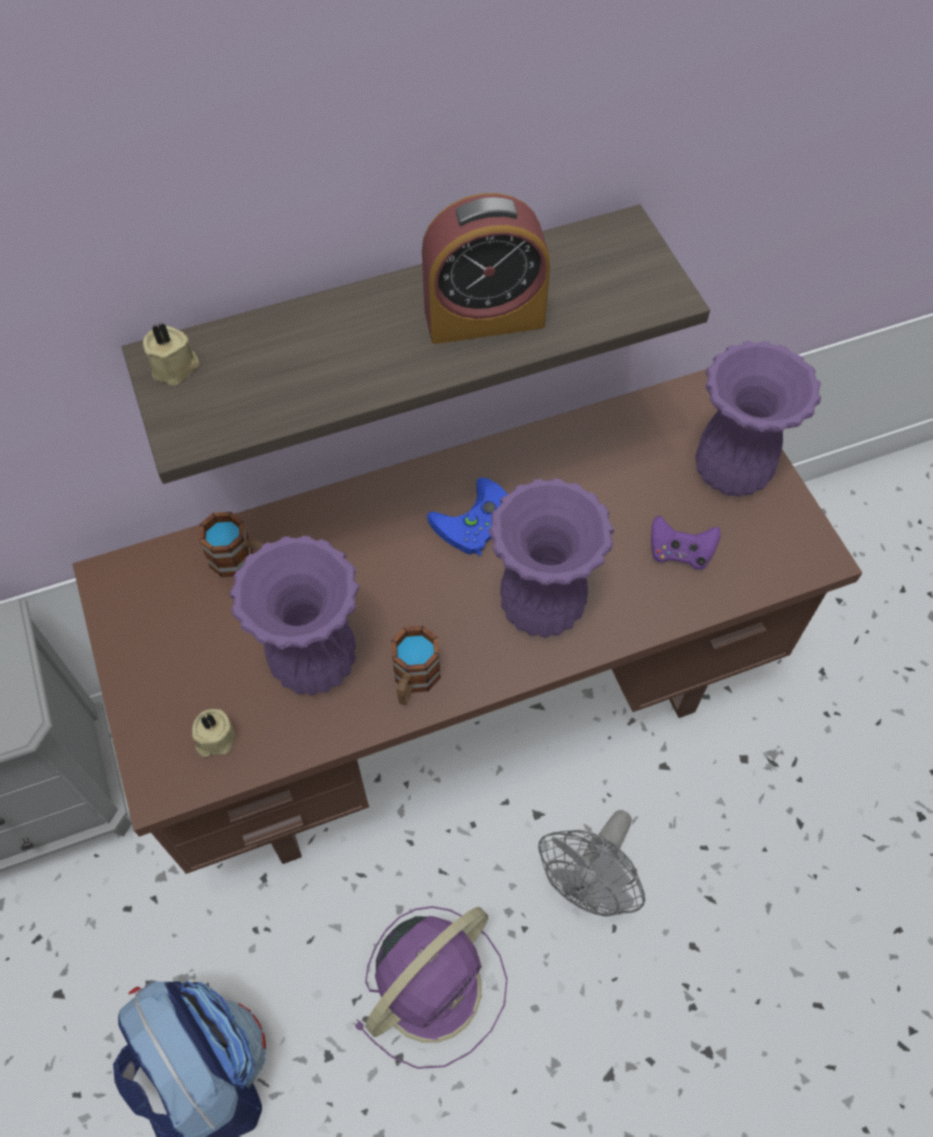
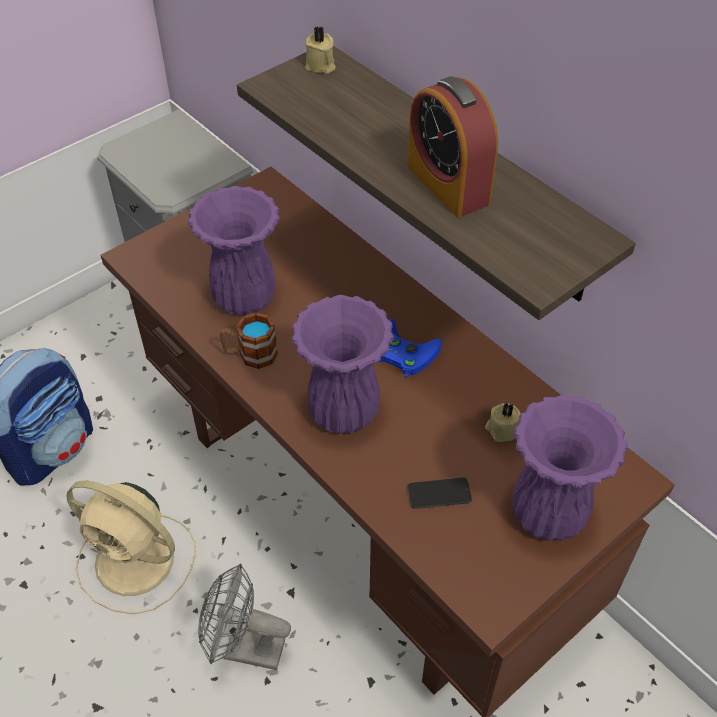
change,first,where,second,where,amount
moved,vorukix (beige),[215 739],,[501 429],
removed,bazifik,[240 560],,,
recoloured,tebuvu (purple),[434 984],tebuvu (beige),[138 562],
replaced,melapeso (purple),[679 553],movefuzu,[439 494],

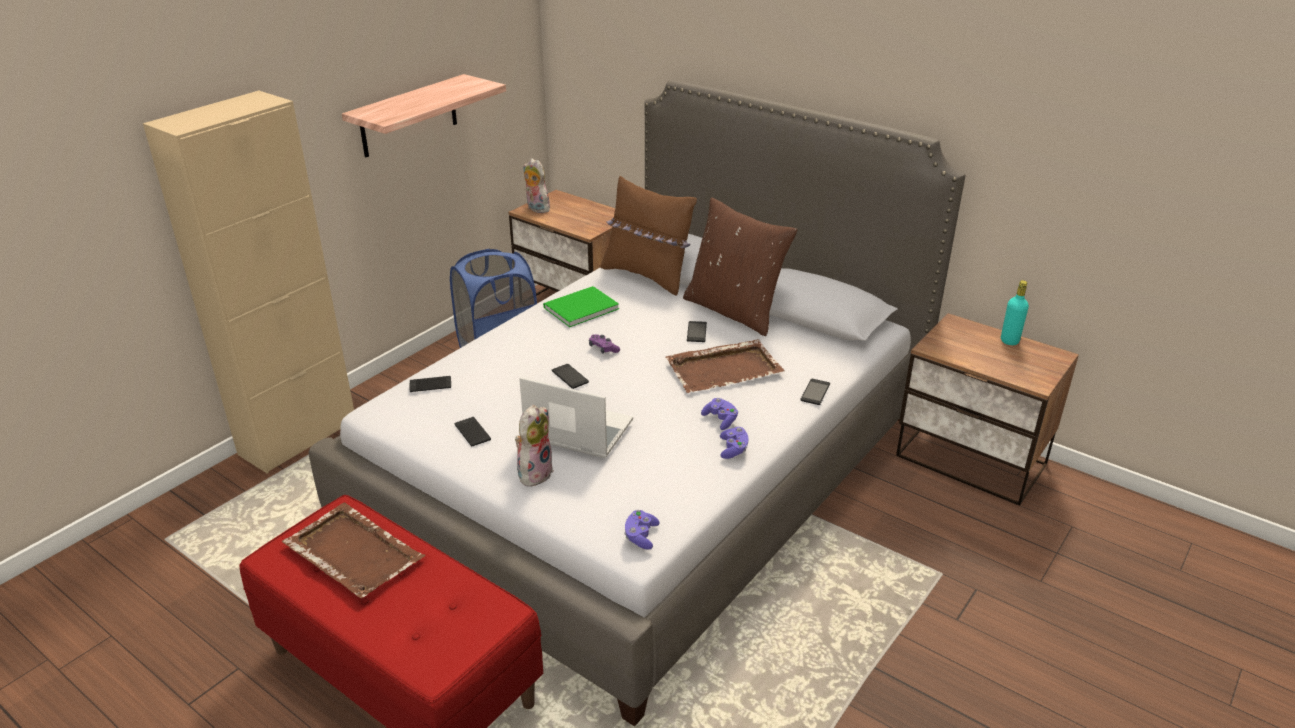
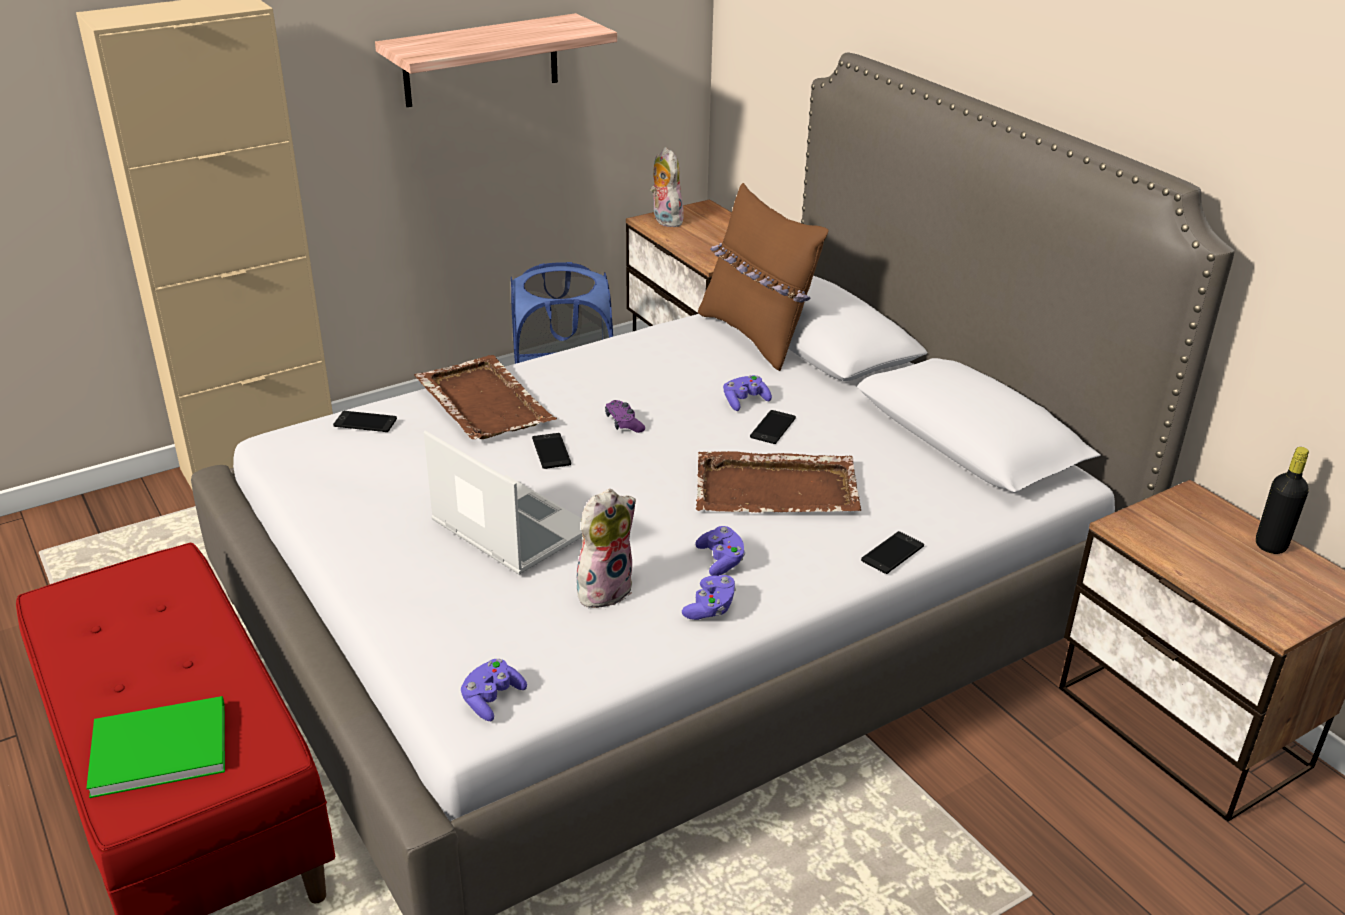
change,first,where,second,where,amount
moved,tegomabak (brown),[353 552],,[483 401],
removed,movefuzu,[472 432],,,
moved,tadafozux,[534 472],,[604 589],
moved,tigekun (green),[578 308],,[155 747],
removed,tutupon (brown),[734 310],,,
recoloured,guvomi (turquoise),[1009 341],guvomi (black),[1271 545],
added,,,melapeso (purple),[745 401],

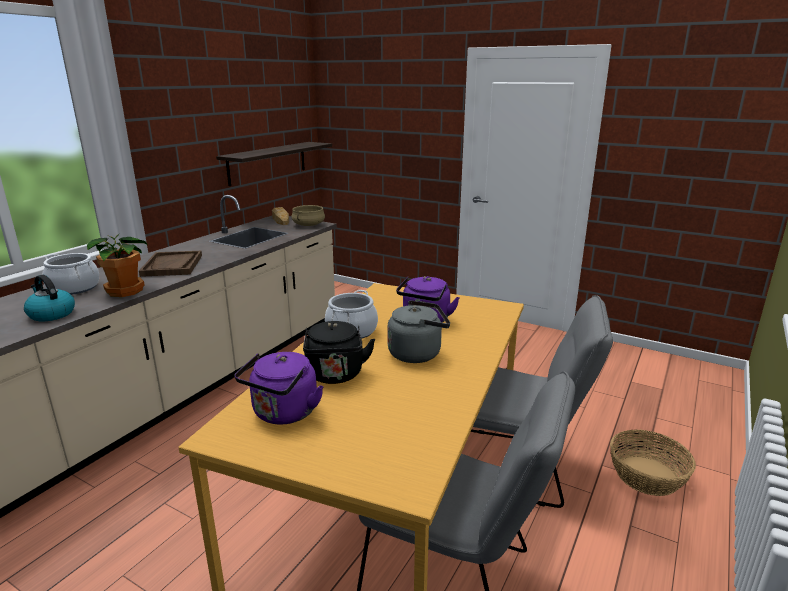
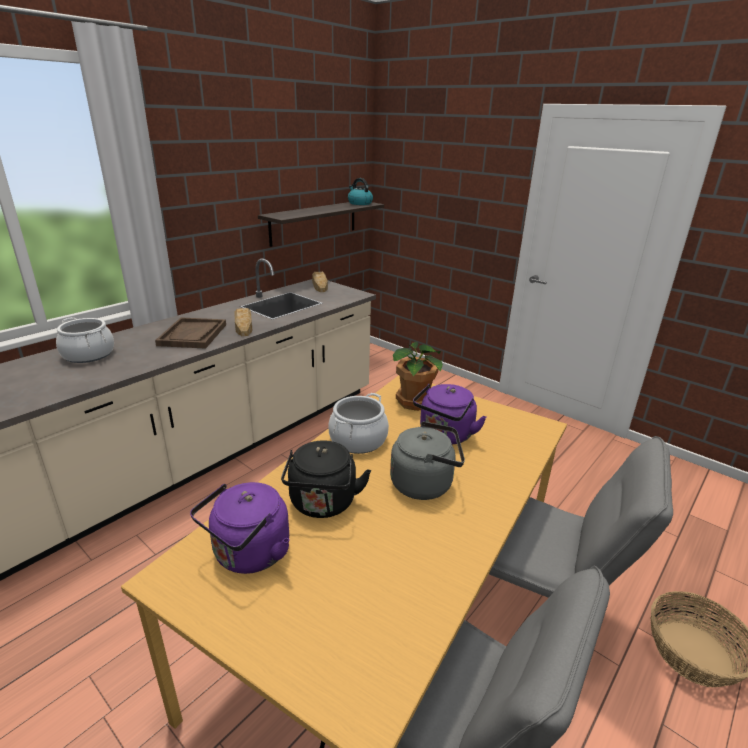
change,first,where,second,where,amount
moved,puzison,[51 314],,[359 203],
moved,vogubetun,[127 291],,[416 401],
removed,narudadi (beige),[309 225],,,
added,,,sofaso,[243 326],

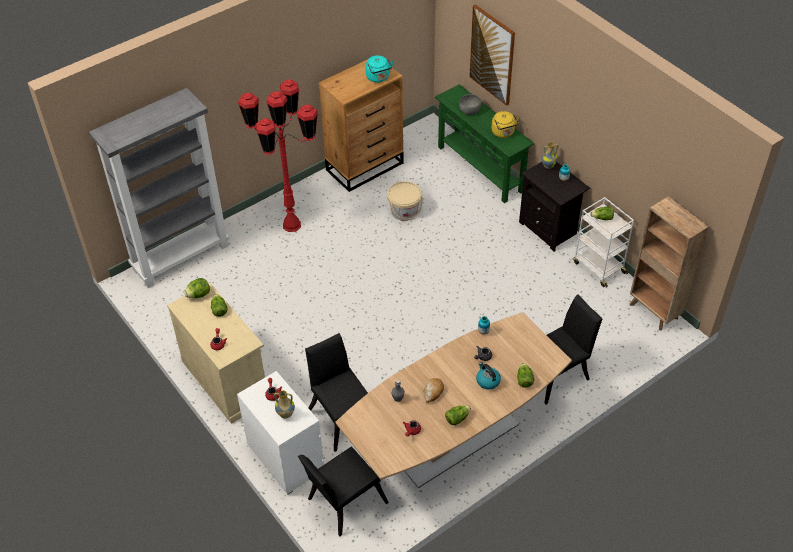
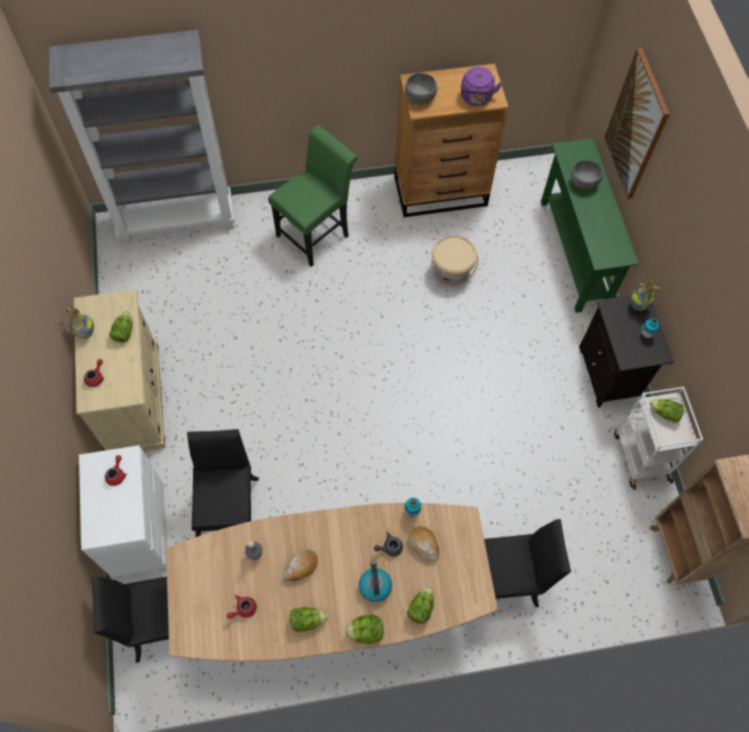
change,first,where,second,where,amount
moved,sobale,[199 295],,[365 631],
replaced,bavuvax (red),[292 225],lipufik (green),[316 233],
moved,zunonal,[285 414],,[85 333],
recoloured,puzison (turquoise),[378 78],puzison (purple),[476 98],
removed,puzison (yellow),[503 133],,,
added,,,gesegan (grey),[420 97],
added,,,sofaso,[423 545],

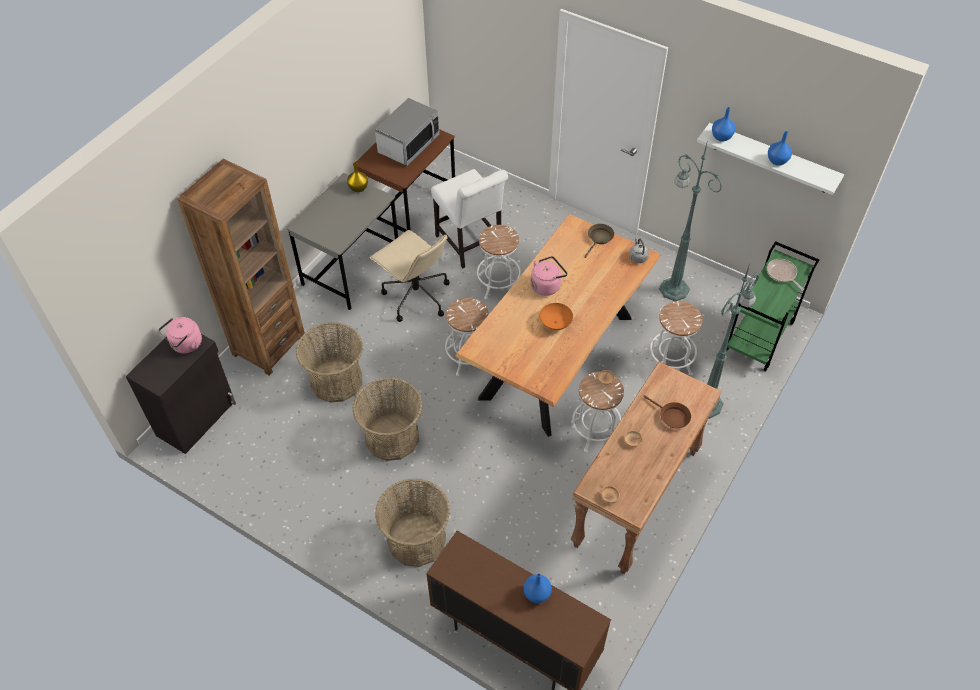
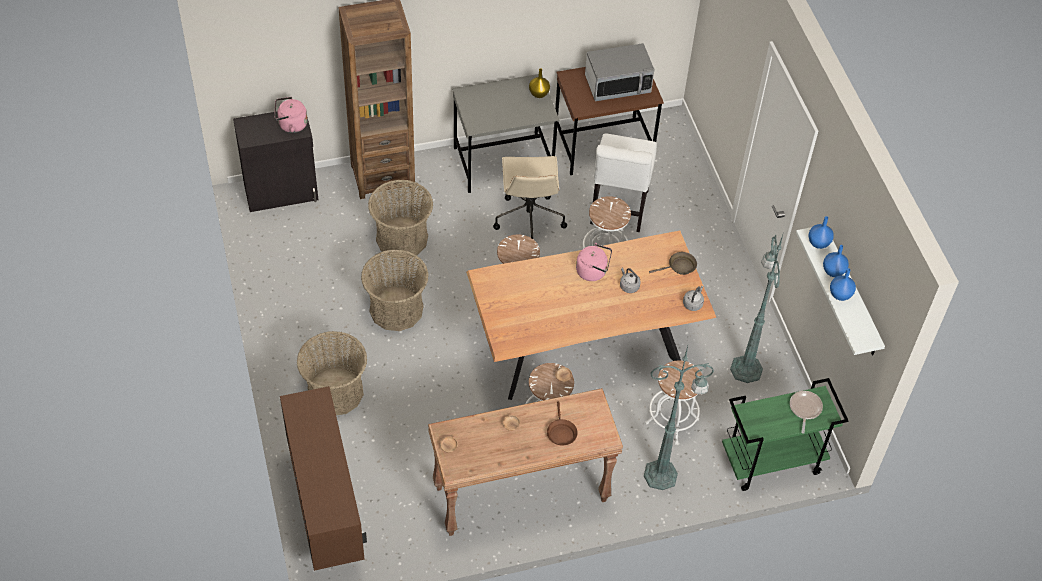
change,first,where,second,where,amount
moved,zunonal (blue),[537 594],,[833 272],
removed,gesegan (orange),[556 323],,,
added,,,puzison (grey),[628 286],

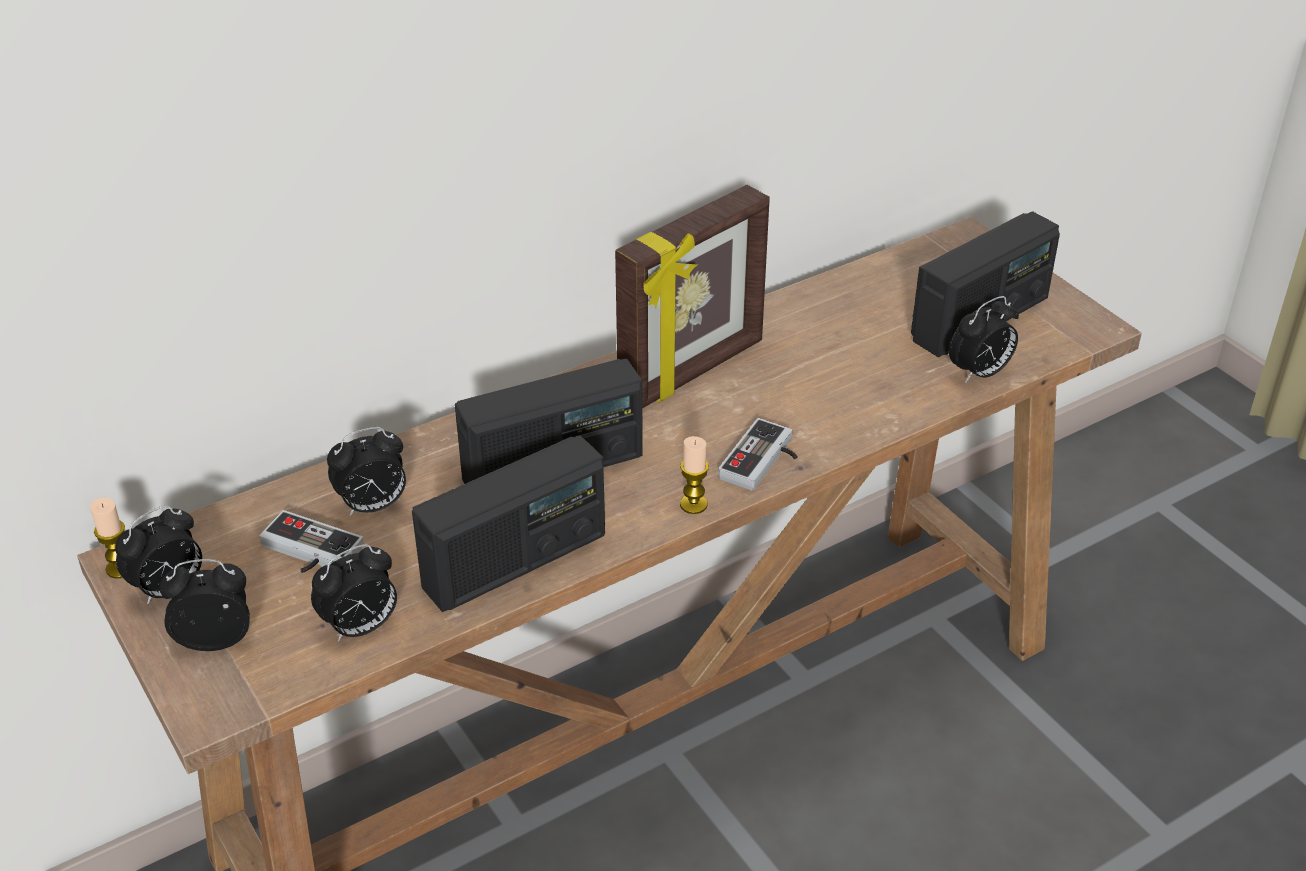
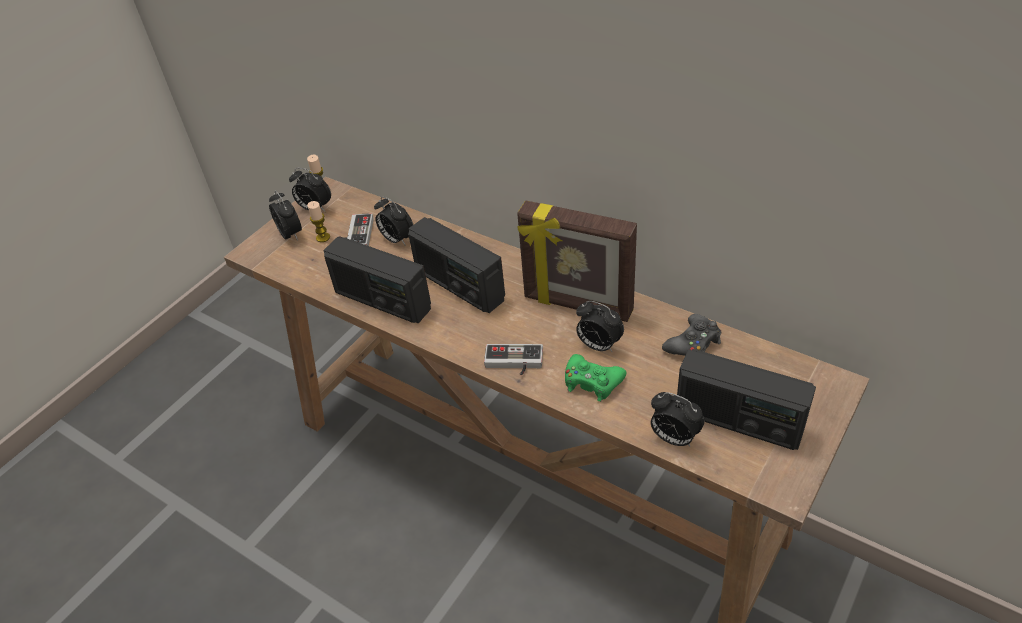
change,first,where,second,where,amount
moved,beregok,[360 628],,[598 345],
moved,vorukix,[693 504],,[323 237],
added,,,melapeso (green),[592 382],
added,,,melapeso (black),[693 344],

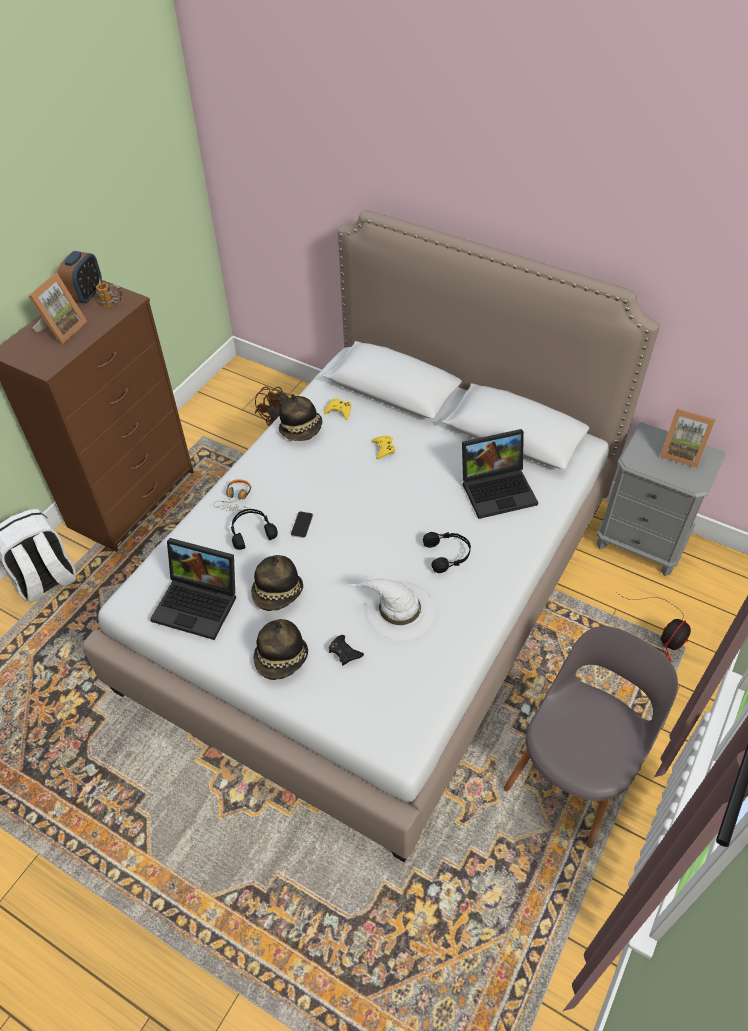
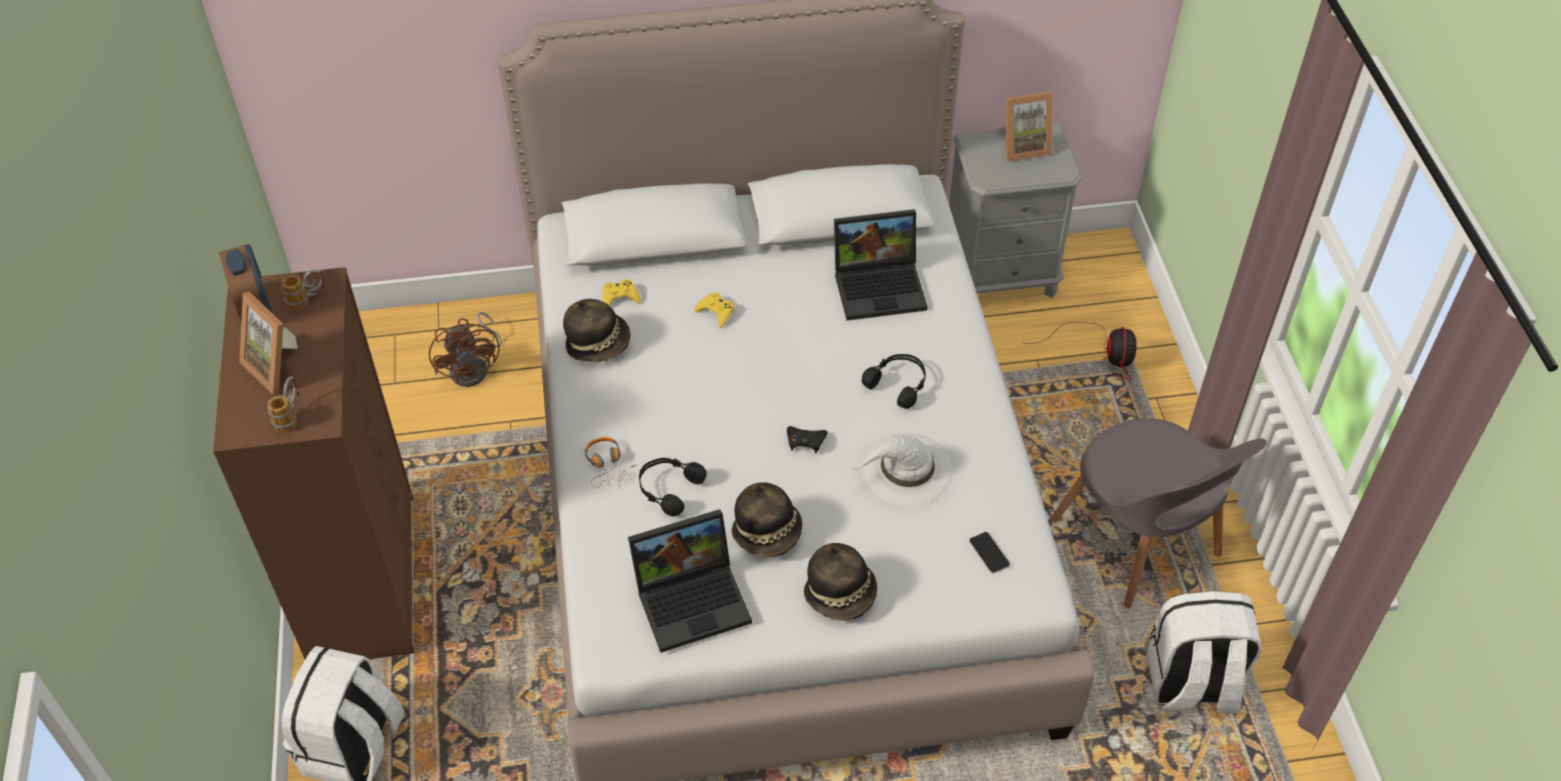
change,first,where,second,where,amount
turned,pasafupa,[61 329],,[278 365],150 degrees clockwise
moved,movefuzu,[302 525],,[989 553],
moved,melapeso (black),[344 652],,[805 441],
turned,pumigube,[498 488],,[881 285],45 degrees clockwise
turned,lipufik (grey),[575 772],,[1139 543],150 degrees clockwise
added,,,bazifik,[290 415],
added,,,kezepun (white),[1191 685],

